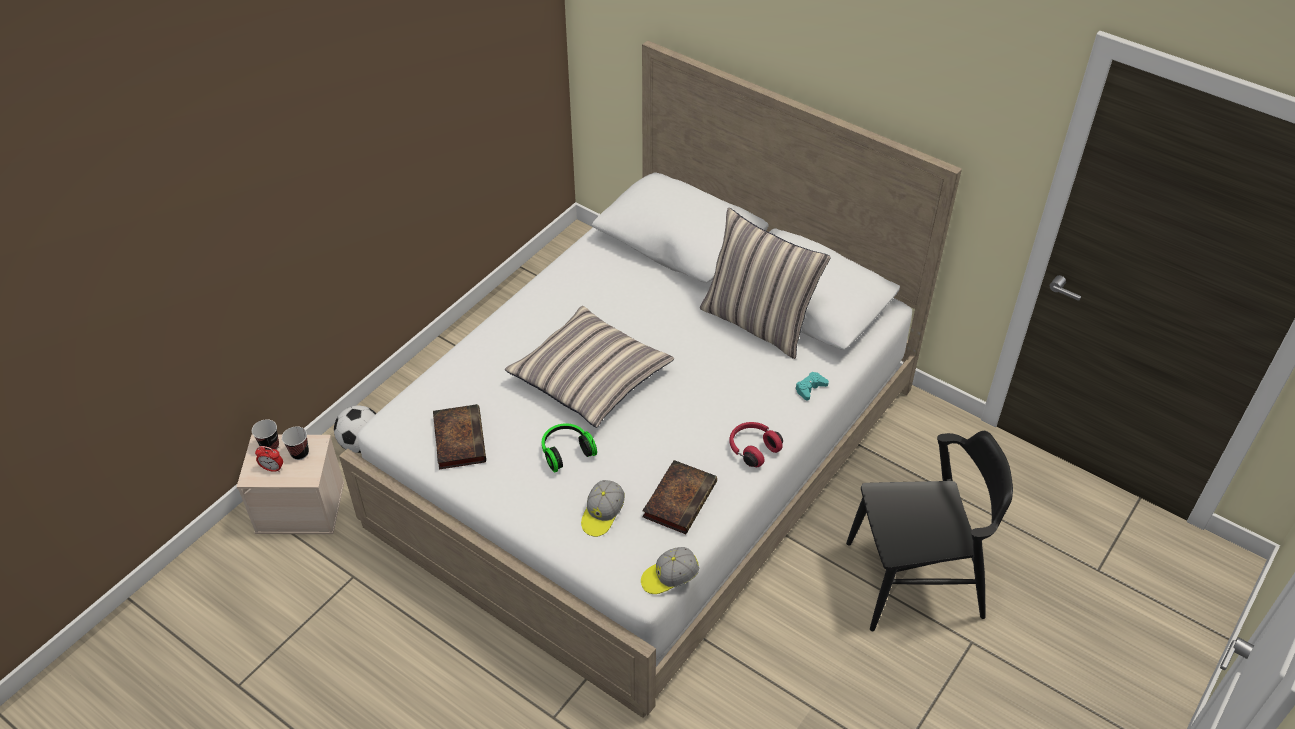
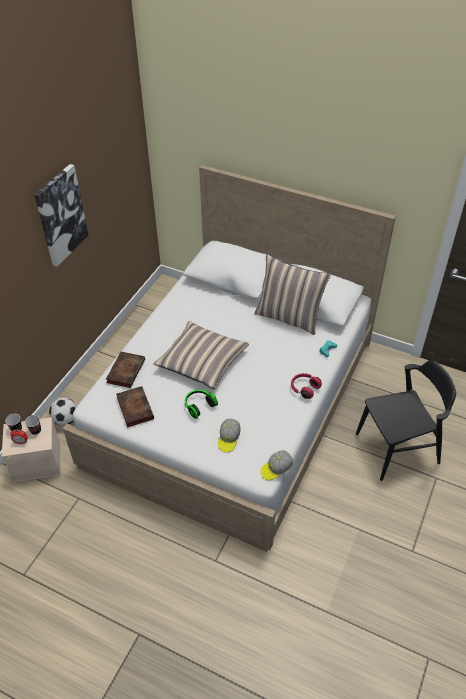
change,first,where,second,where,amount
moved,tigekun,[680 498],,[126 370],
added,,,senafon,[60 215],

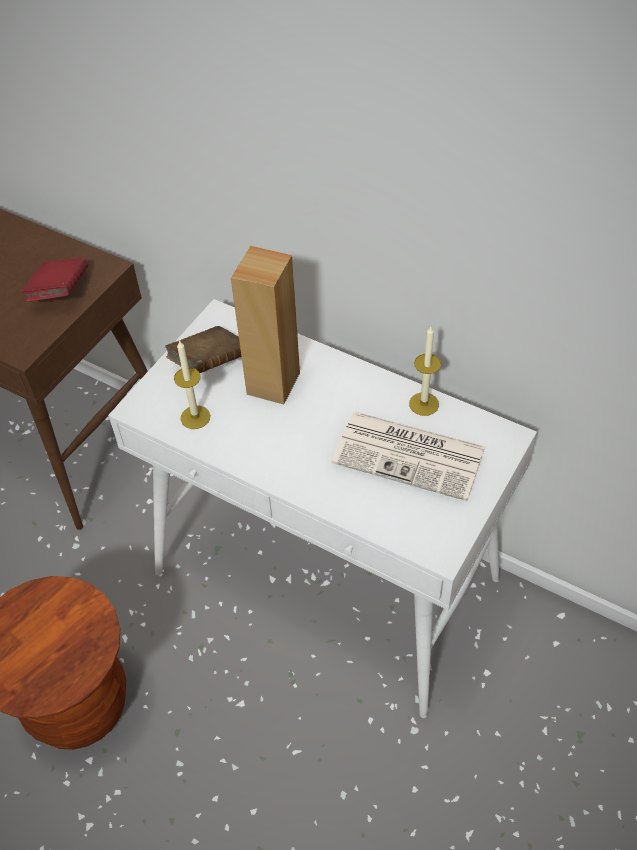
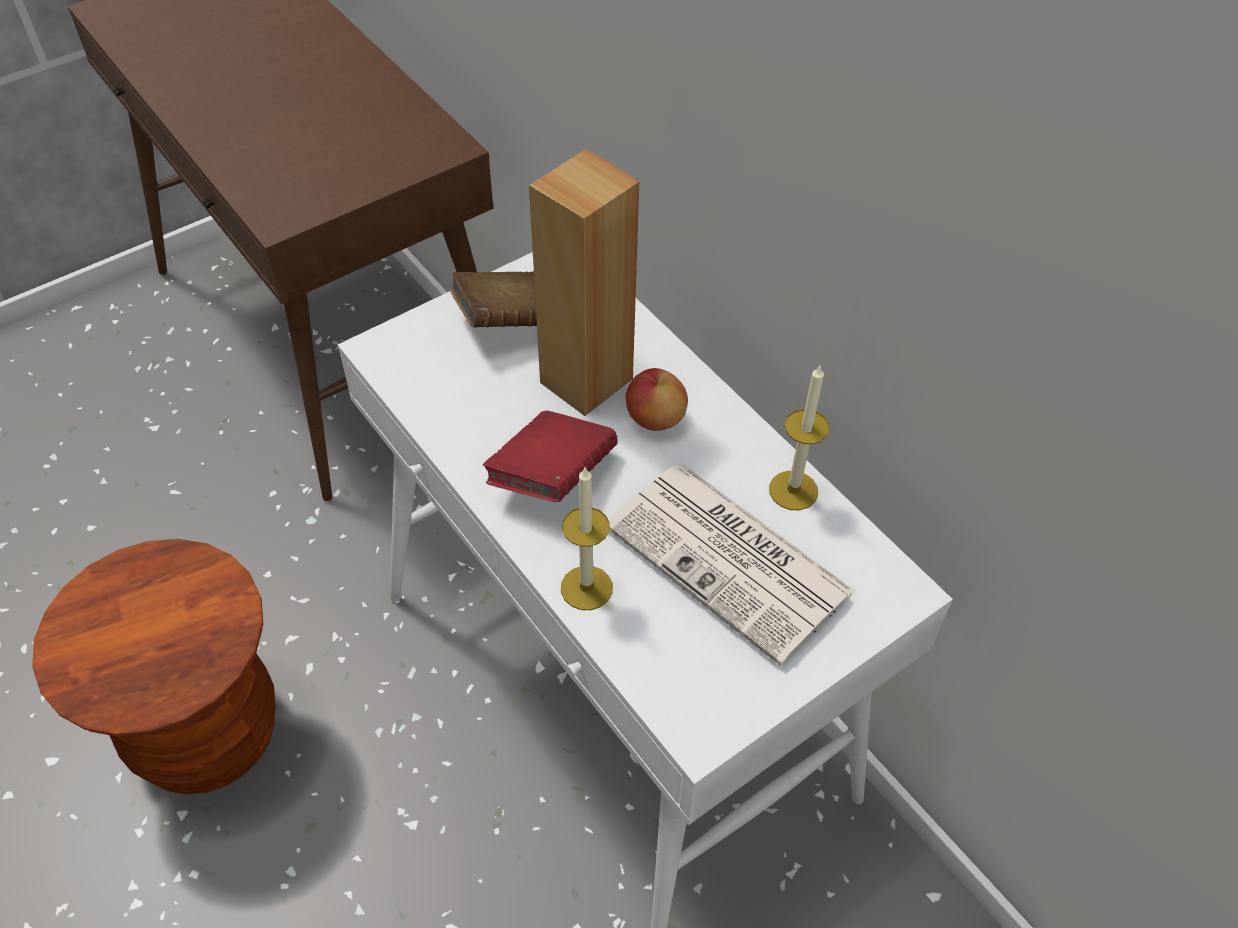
change,first,where,second,where,amount
moved,tigekun (red),[60 292],,[552 476],
moved,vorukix,[195 417],,[586 588],
added,,,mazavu,[655 418],

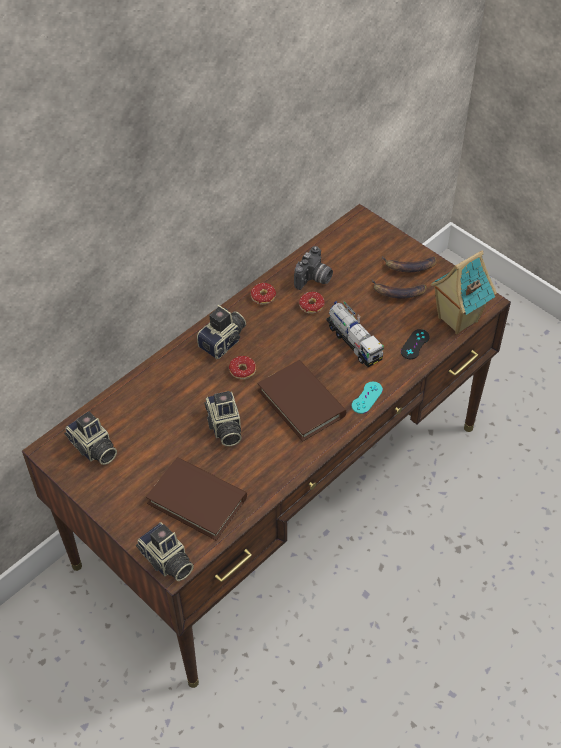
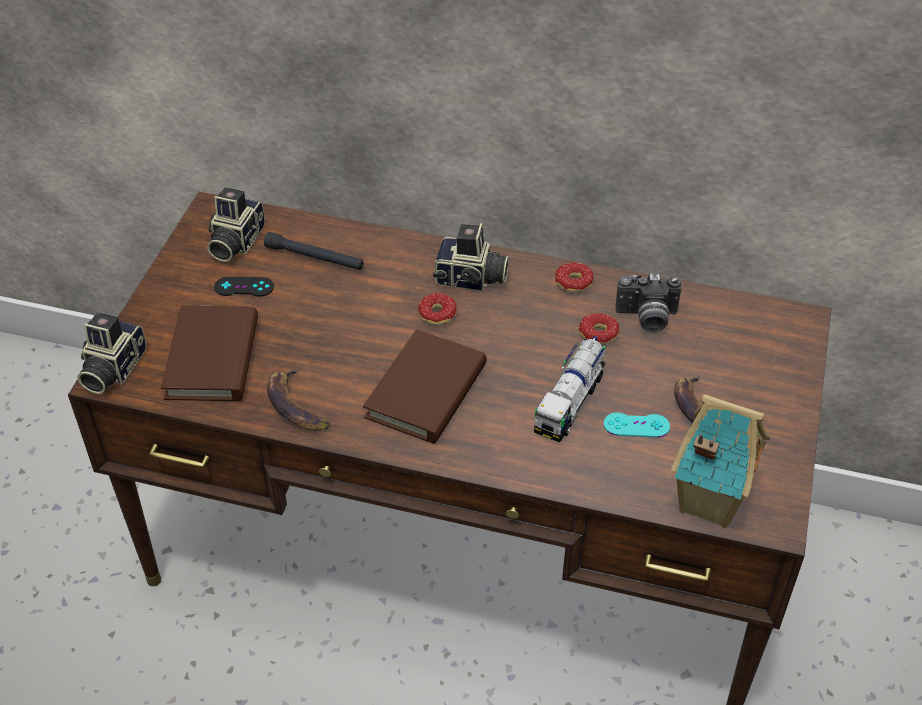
change,first,where,second,where,amount
removed,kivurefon,[224 427],,,
moved,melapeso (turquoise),[367 397],,[636 425],
moved,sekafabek,[409 267],,[295 406],
moved,melapeso (black),[415 344],,[244 287],
added,,,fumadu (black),[314 258],

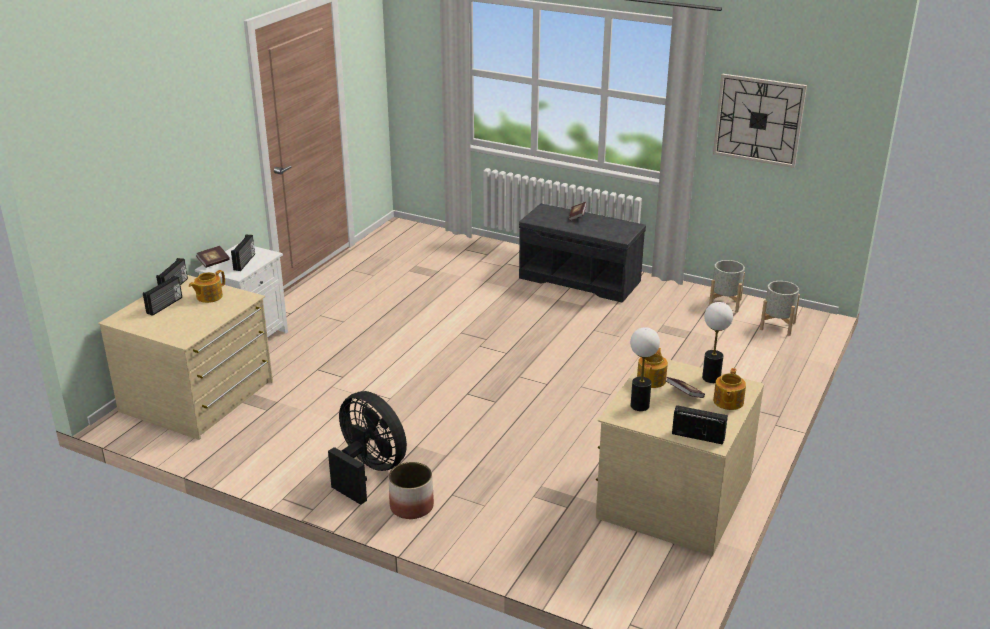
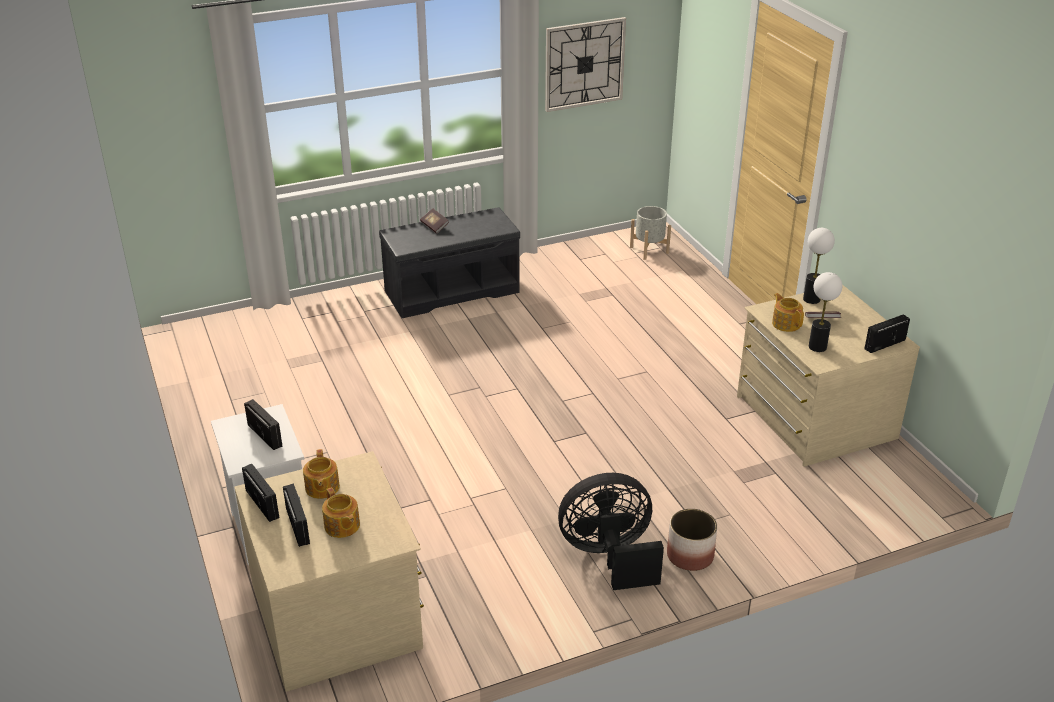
change,first,where,second,where,amount
removed,tigekun,[213 262],,,
removed,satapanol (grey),[725 303],,,
moved,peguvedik,[727 402],,[342 526],

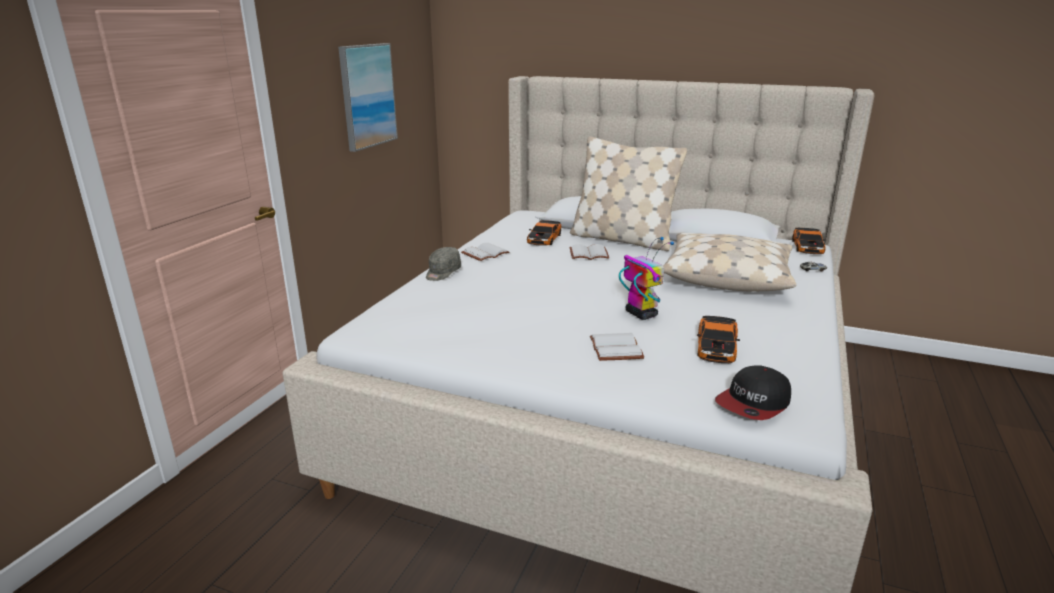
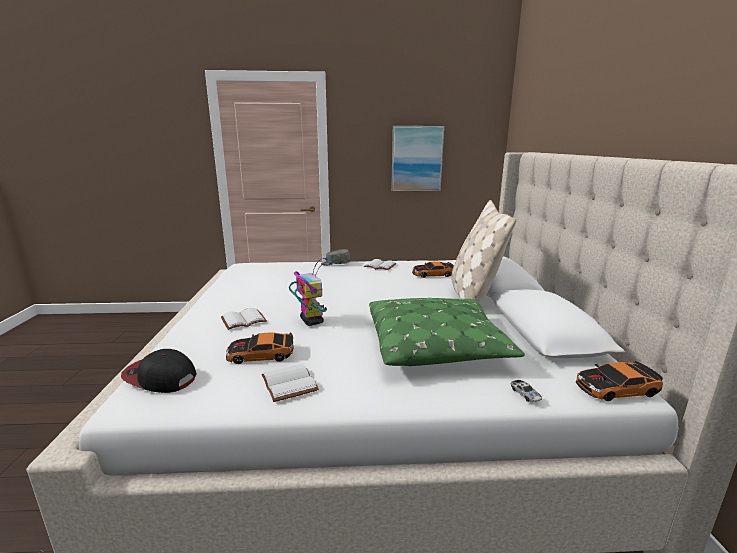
change,first,where,second,where,amount
moved,tigekun (white),[588 254],,[287 383],
turned,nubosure,[640 314],,[311 321],60 degrees counterclockwise
recoloured,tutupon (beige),[726 276],tutupon (green),[436 345],

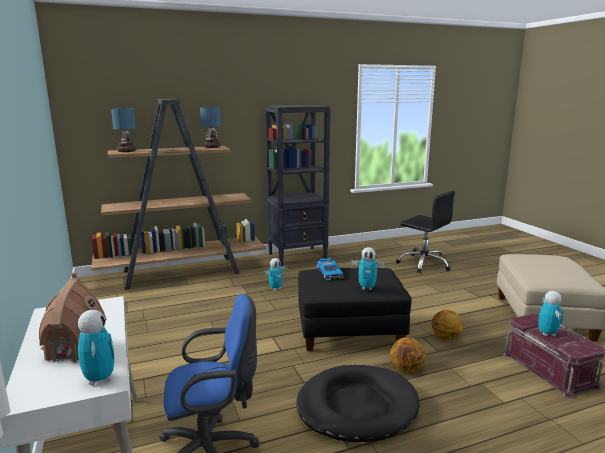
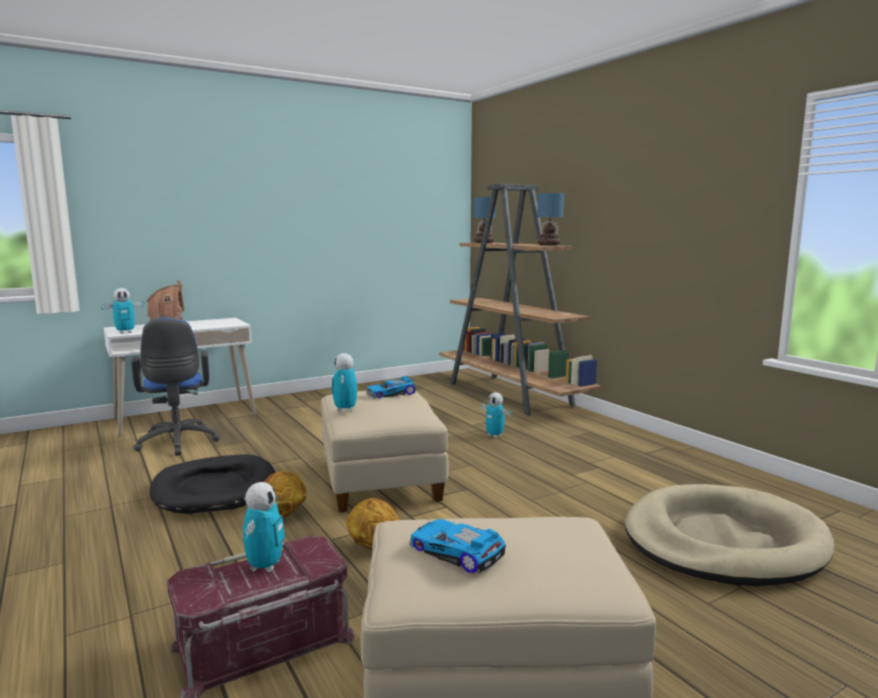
change,first,where,second,where,amount
removed,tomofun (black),[298 257],,,
recoloured,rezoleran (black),[349 331],rezoleran (beige),[381 480],
replaced,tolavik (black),[424 264],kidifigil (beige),[722 541],
turned,nubosure,[547 333],,[265 566],75 degrees counterclockwise
added,,,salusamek,[455 552],

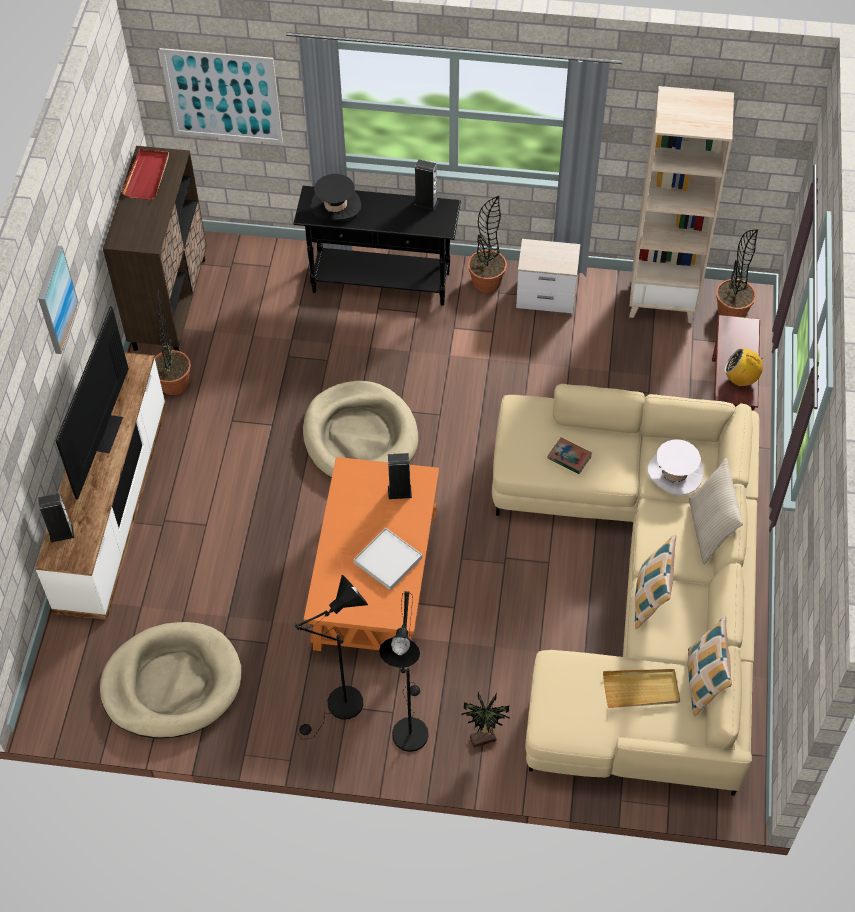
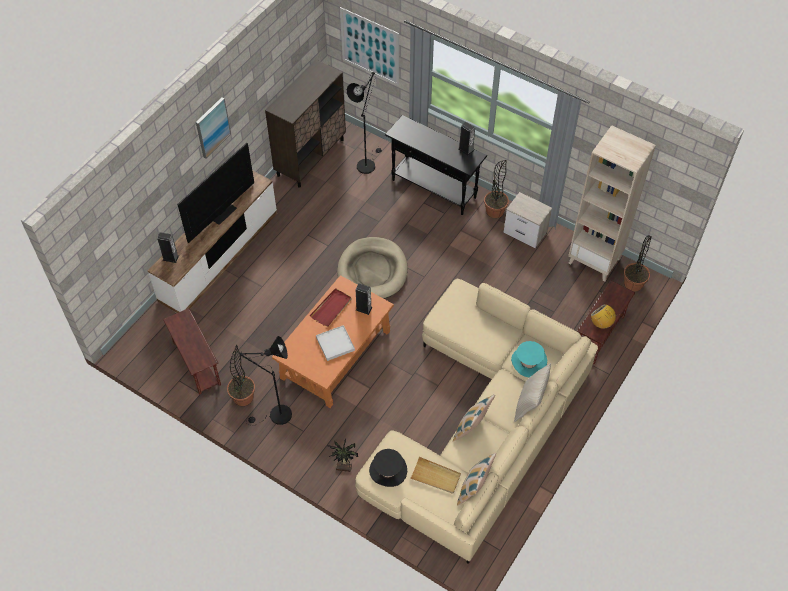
change,first,where,second,where,amount
replaced,kidifigil (beige),[172 683],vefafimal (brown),[196 364],
moved,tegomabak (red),[147 176],,[331 308],
moved,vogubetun,[174 383],,[243 397],
moved,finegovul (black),[335 206],,[388 470],
moved,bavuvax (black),[409 727],,[367 163],
removed,tigekun,[569 457],,,
recoloured,finegovul (white),[675 473],finegovul (turquoise),[528 362],

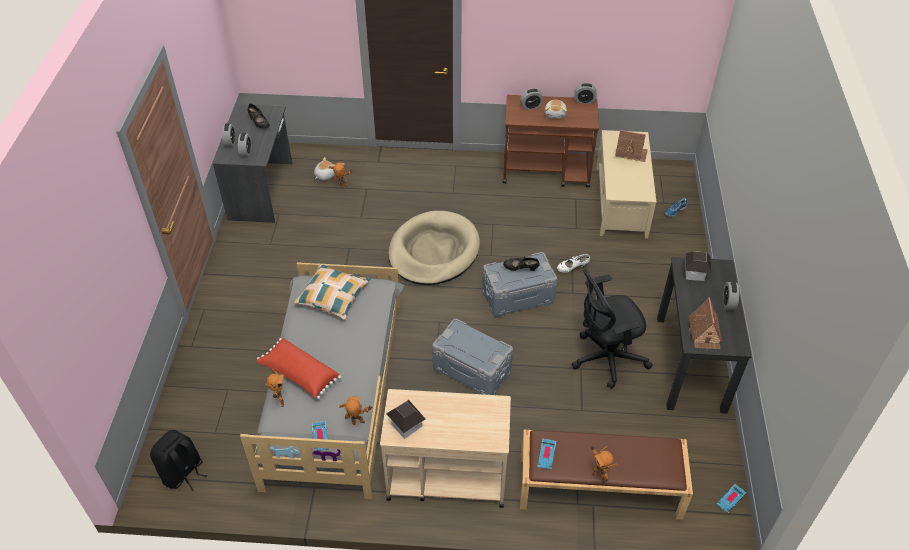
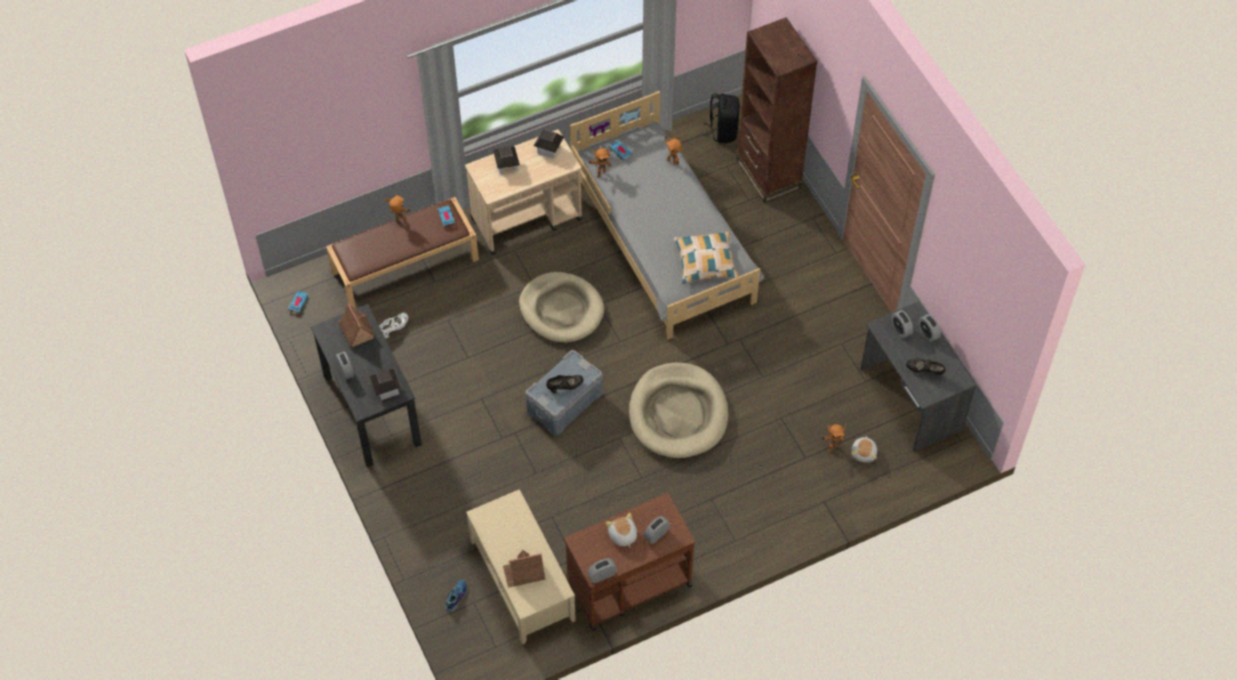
change,first,where,second,where,amount
removed,tutupon (red),[299 374],,,
replaced,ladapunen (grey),[471 370],kidifigil (beige),[561 310],
moved,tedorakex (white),[572 268],,[394 328],
removed,tolavik (black),[605 359],,,
added,,,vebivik,[506 165],
added,,,tomofun (brown),[768 174],

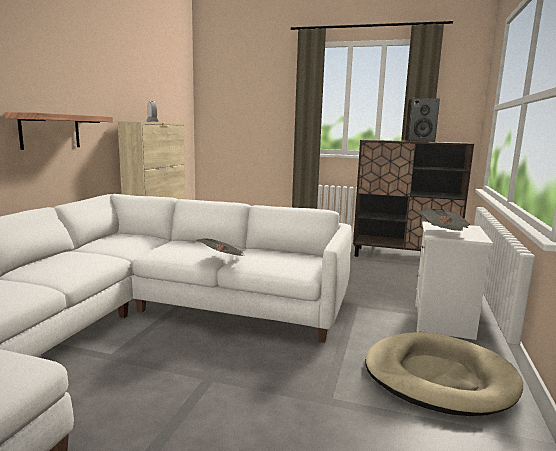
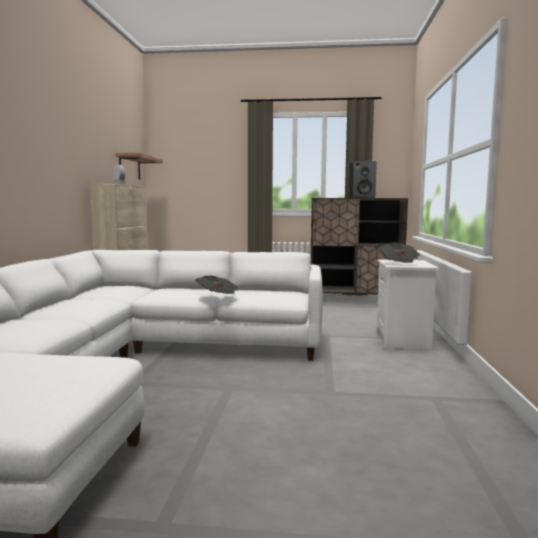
change,first,where,second,where,amount
moved,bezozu,[50 131],,[129 167],
removed,kidifigil (beige),[438 377],,,

